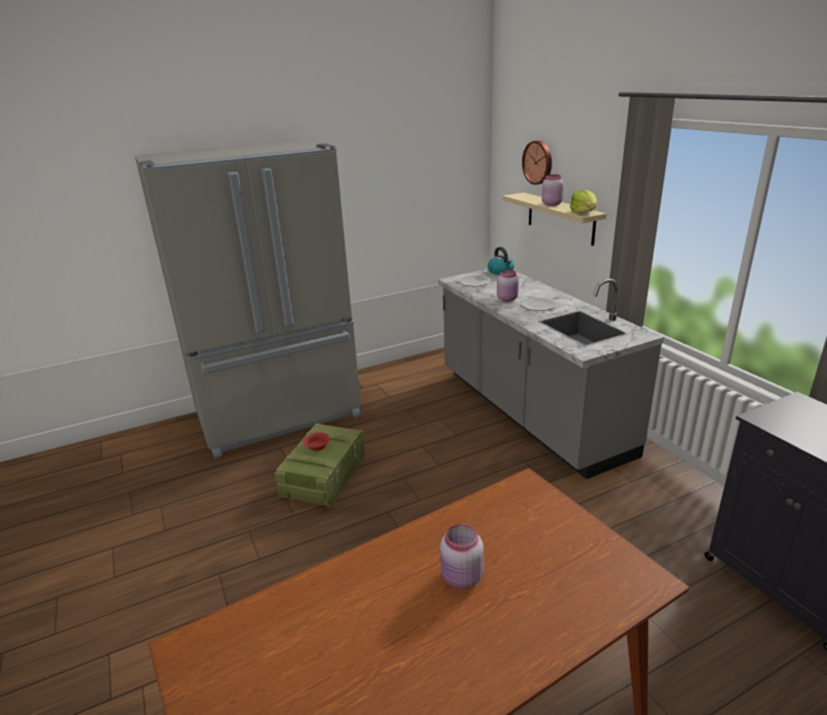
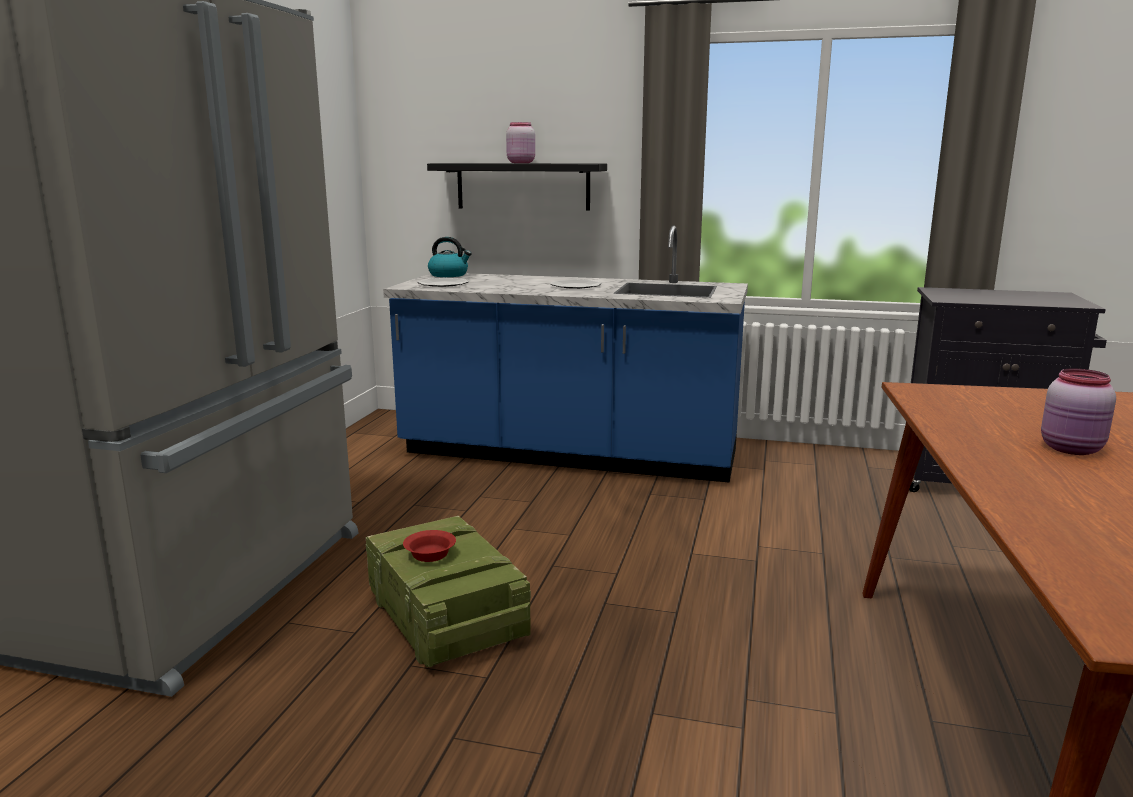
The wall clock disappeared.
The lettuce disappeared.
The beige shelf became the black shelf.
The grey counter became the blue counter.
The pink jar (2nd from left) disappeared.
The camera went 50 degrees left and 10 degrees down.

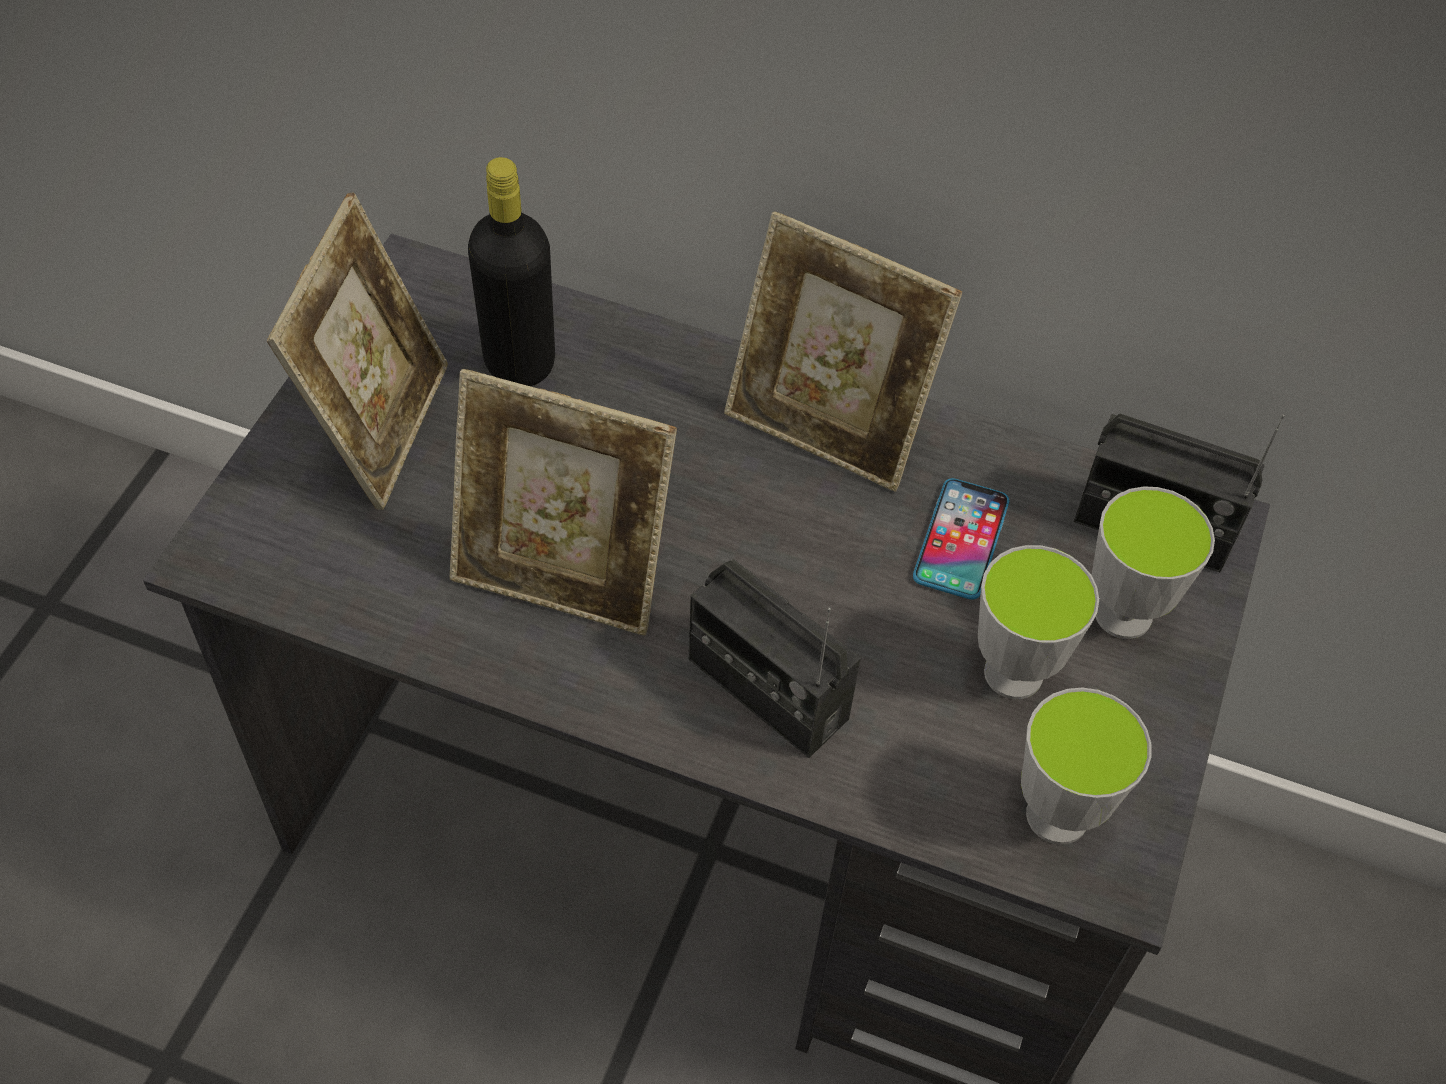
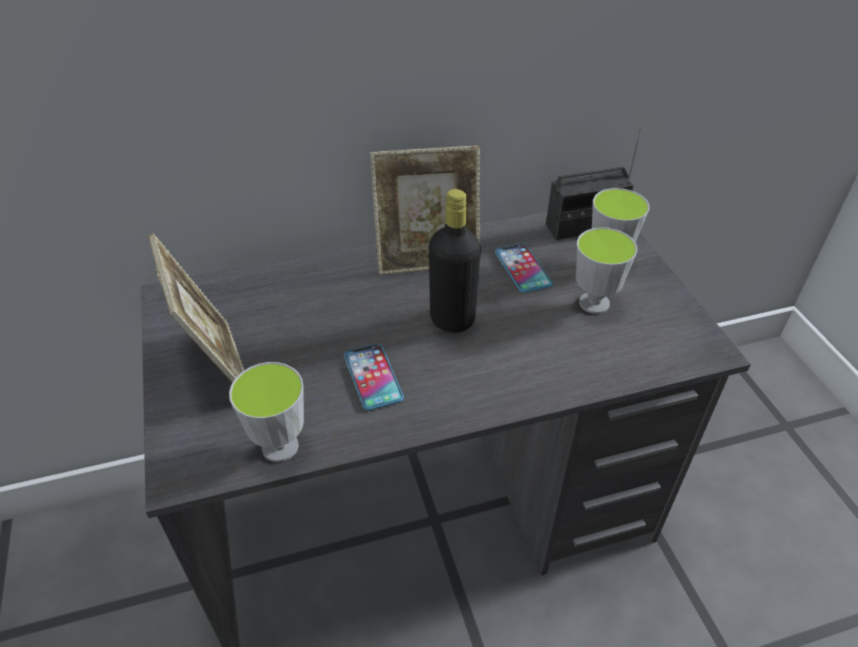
The black bottle moved.
The picture frame (2nd from left) was replaced by the phone (1st from left).
The radio (1st from left) disappeared.
The cup (2nd from left in the first image) moved.
The camera went 35 degrees left and 10 degrees down.

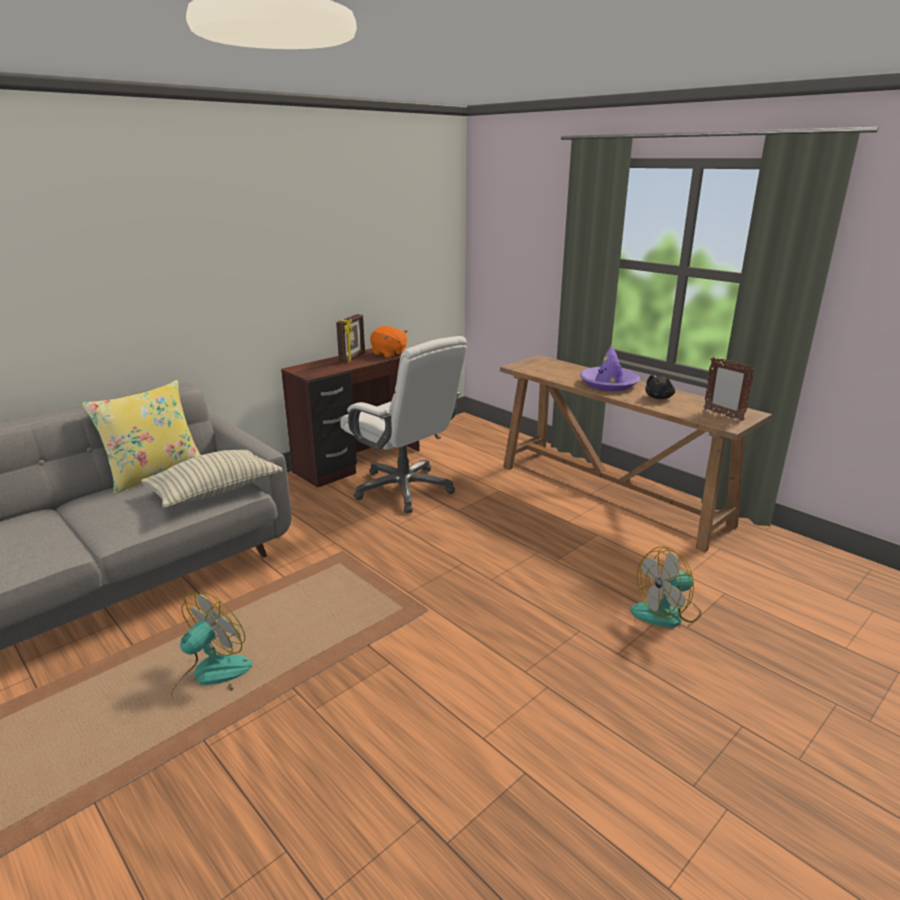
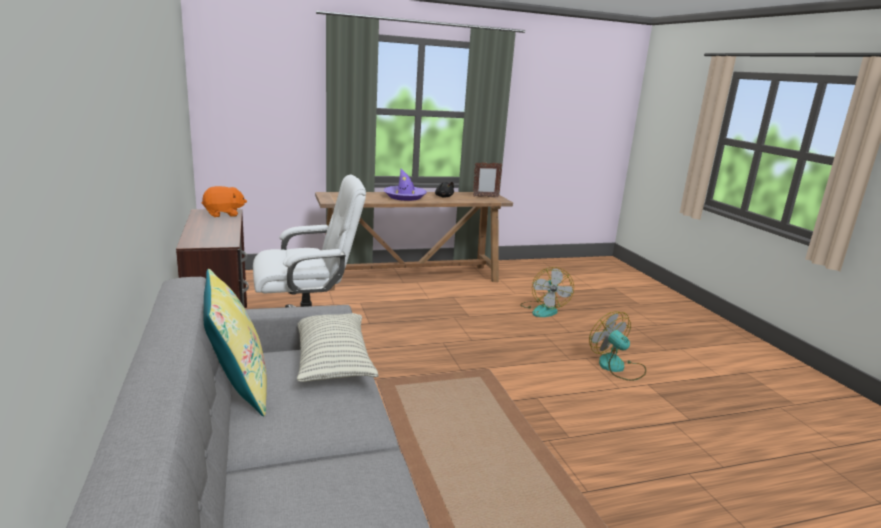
The picture frame (1st from left) disappeared.
The fan (1st from left in the first image) moved.
The camera went 65 degrees left and 5 degrees down.

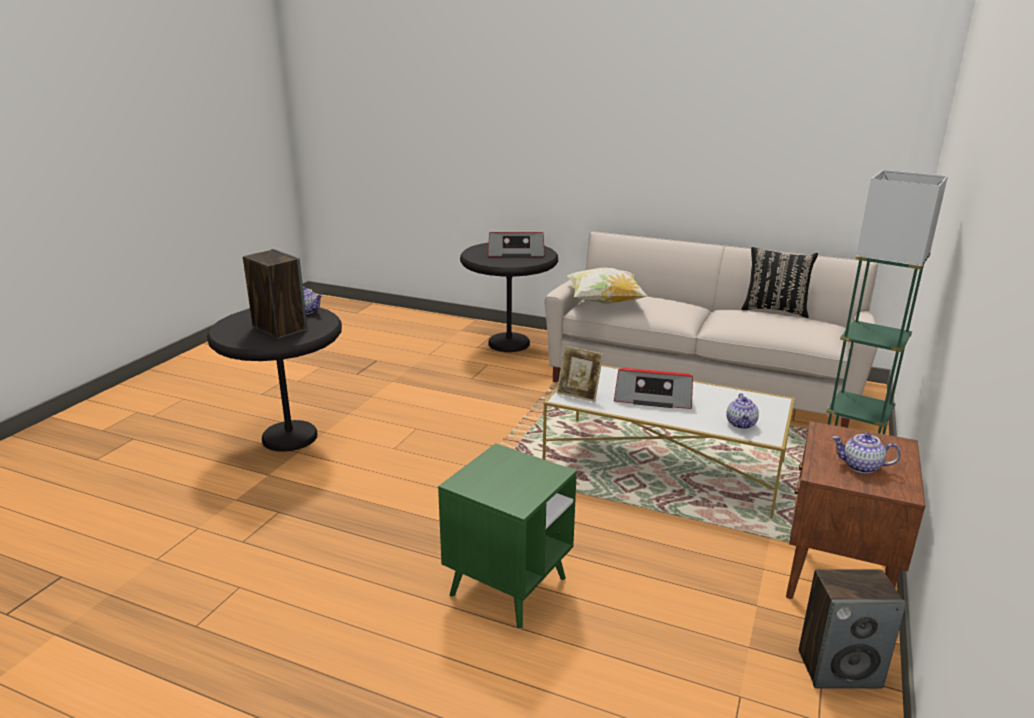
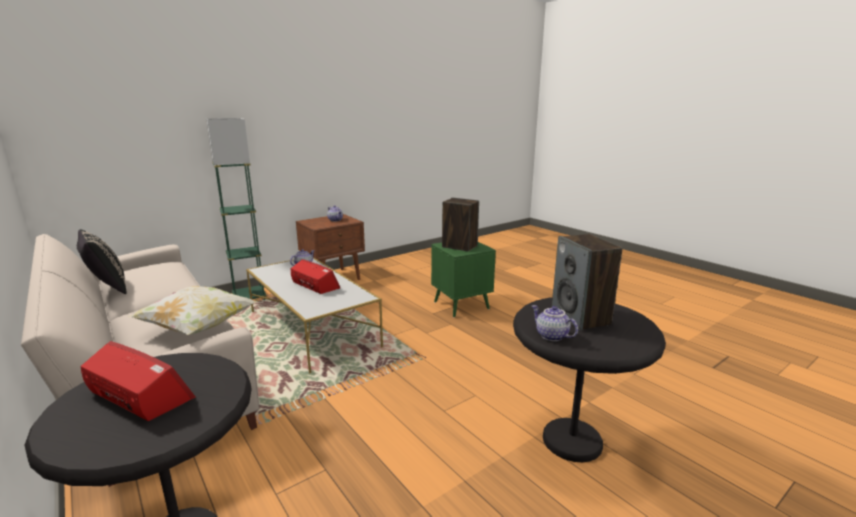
The picture frame disappeared.
The speaker (2nd from left in the first image) moved.
The camera went 150 degrees left and 5 degrees down.

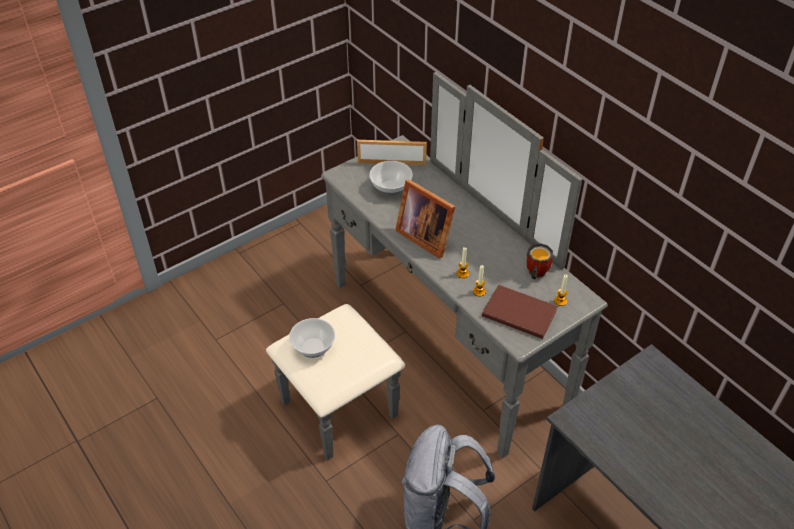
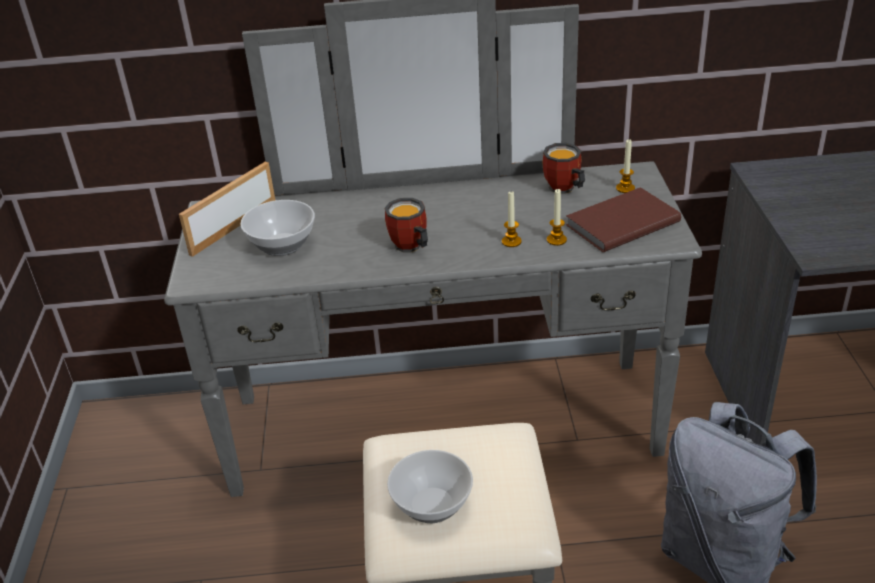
The picture frame (2nd from left) was replaced by the mug (1st from left).
The camera went 55 degrees left and 10 degrees down.

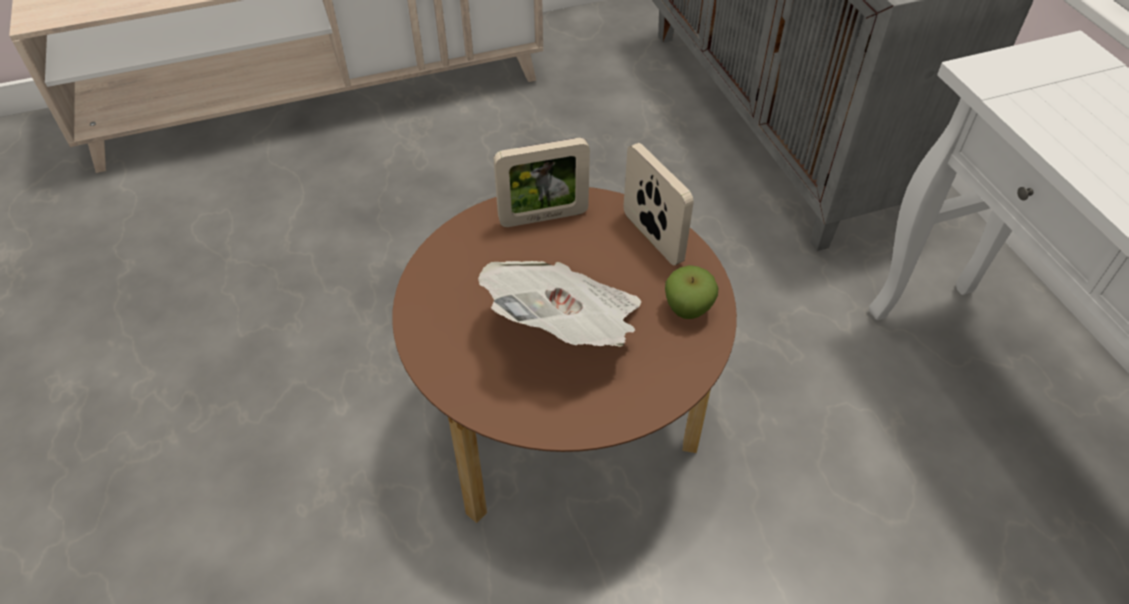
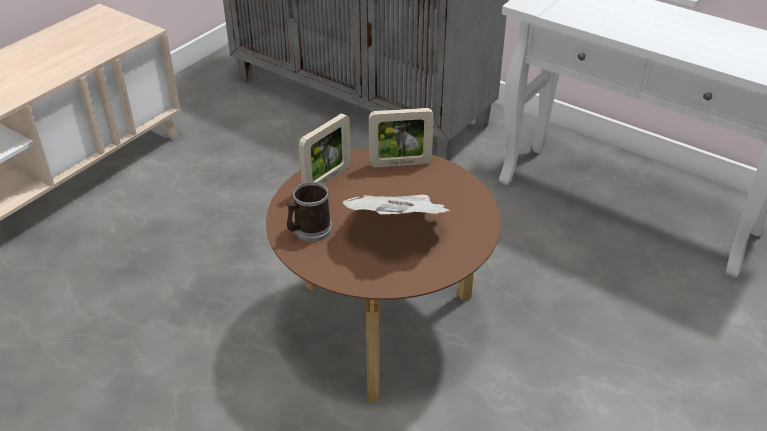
The picture frame (2nd from left) turned 150 degrees clockwise.
The apple disappeared.
The mug appeared.
The camera went 35 degrees left and 10 degrees down.

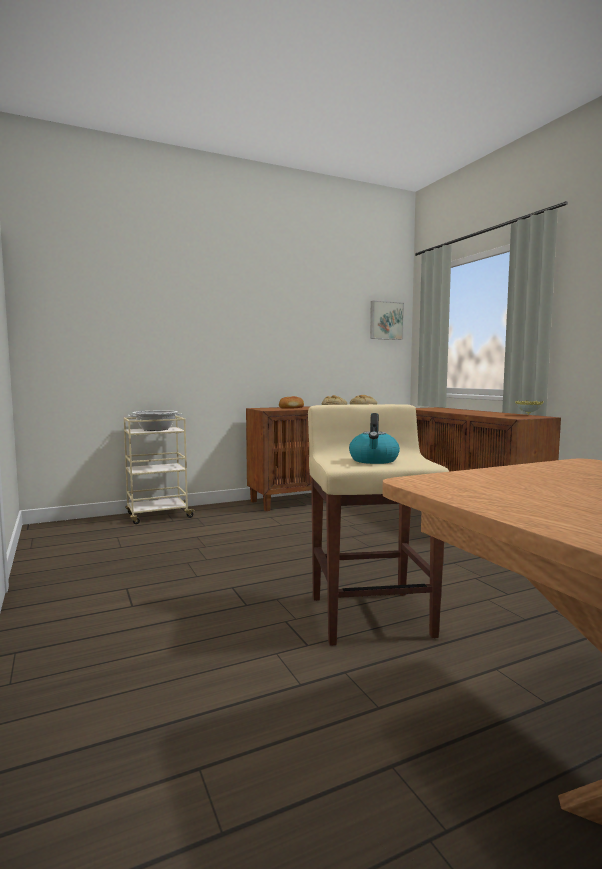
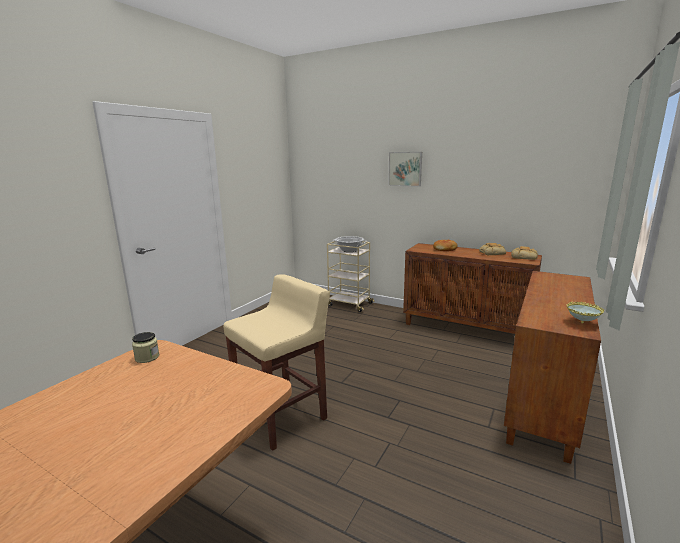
The picture moved.
The kettle disappeared.
The jar appeared.
The camera went 55 degrees right and 10 degrees up.

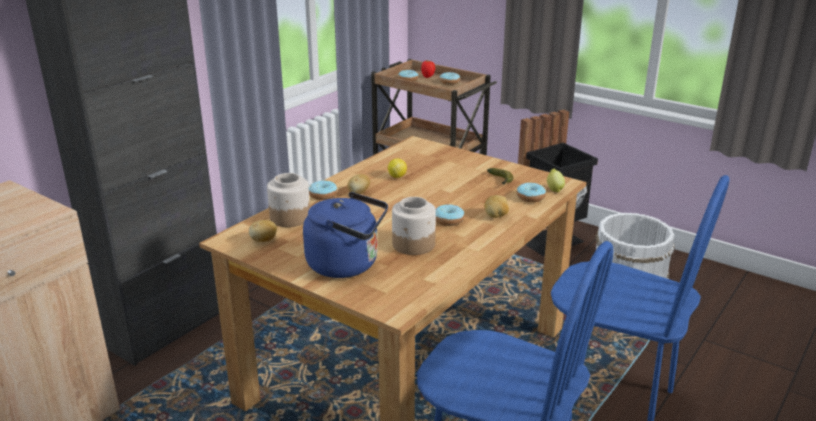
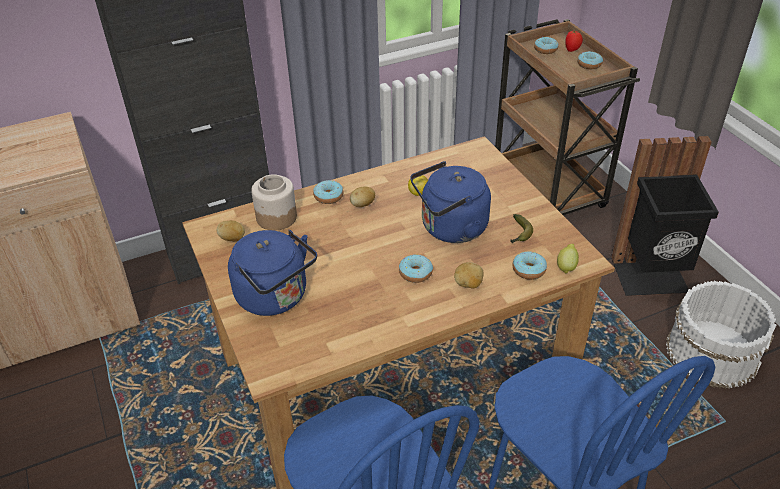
The jar (2nd from left) disappeared.
The blue kettle (2nd from left) appeared.
The camera went 30 degrees right and 15 degrees up.

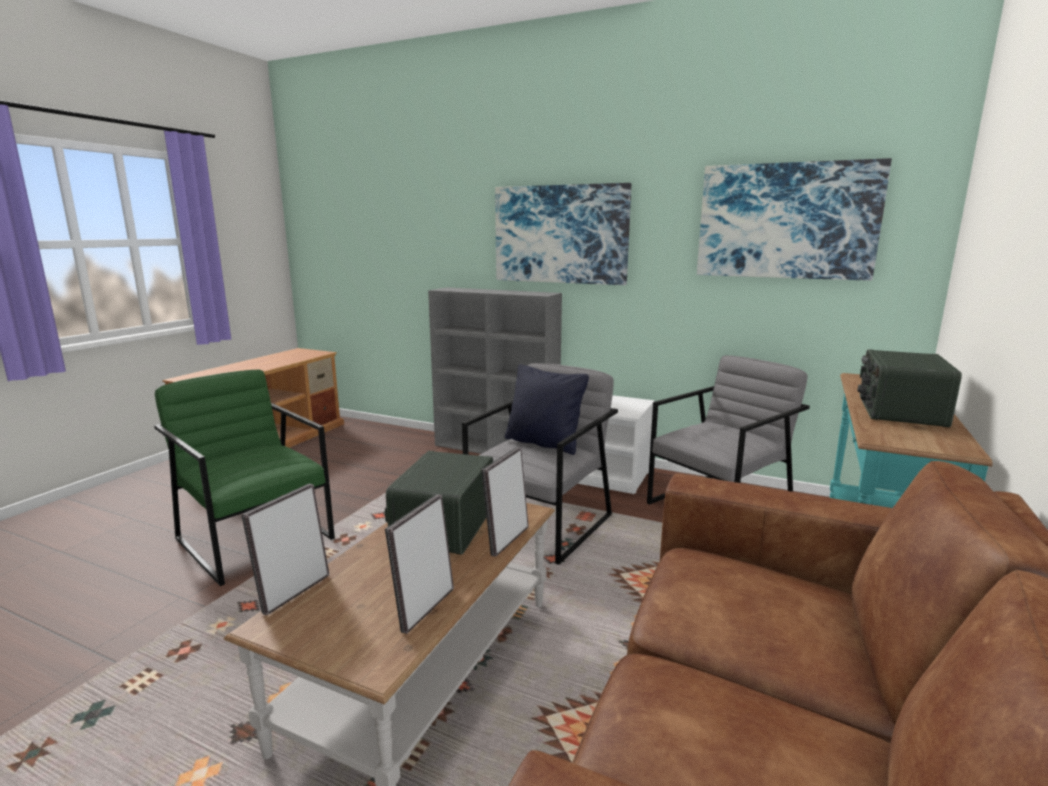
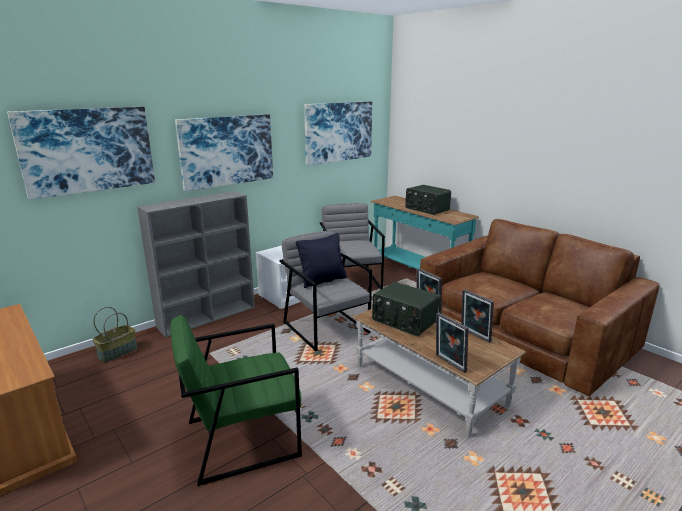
The picture (1st from left) appeared.
The basket appeared.
The camera went 65 degrees left and 5 degrees up.

